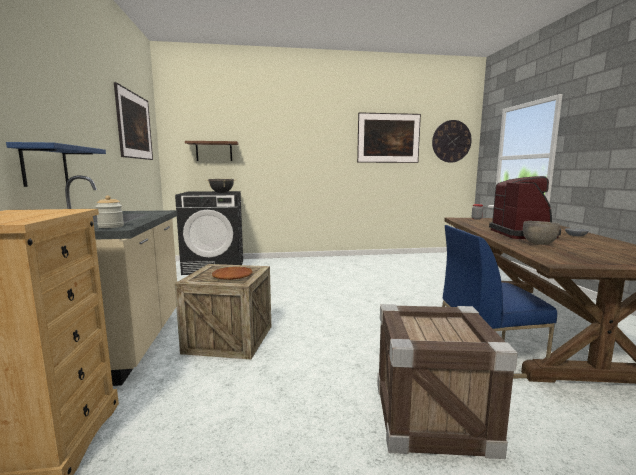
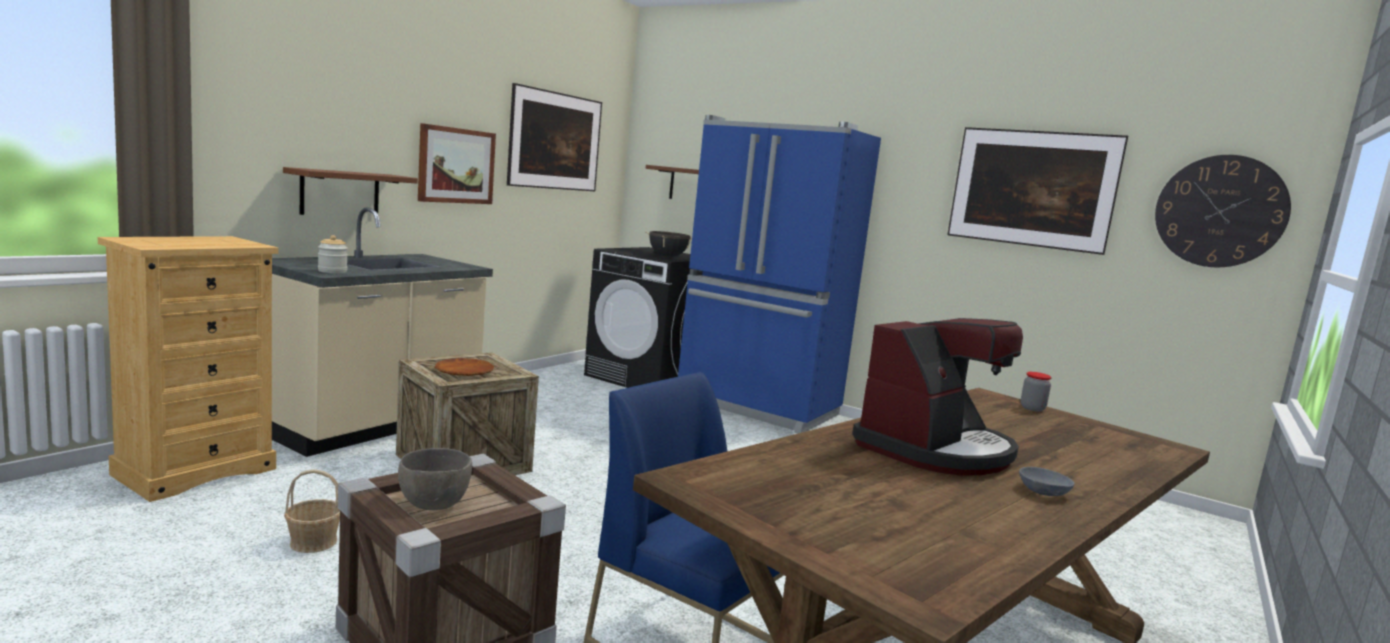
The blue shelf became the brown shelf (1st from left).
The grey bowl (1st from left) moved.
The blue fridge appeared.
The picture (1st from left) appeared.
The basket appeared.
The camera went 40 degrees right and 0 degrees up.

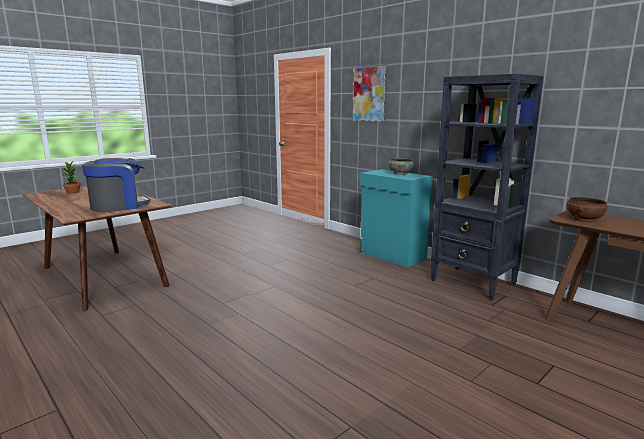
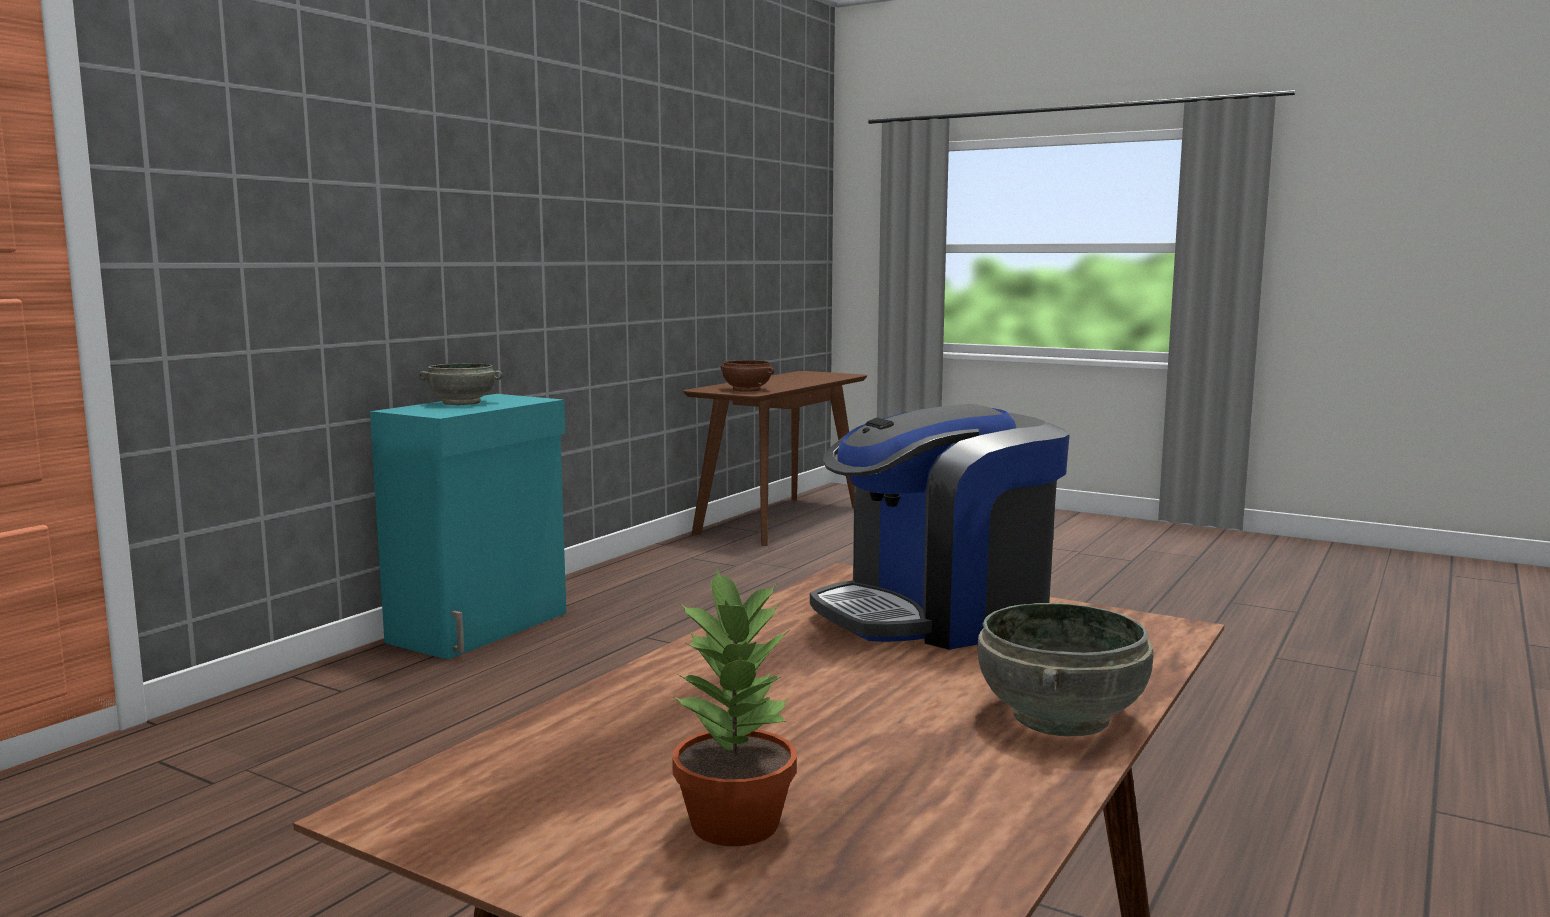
The picture disappeared.
The black bookcase disappeared.
The coffee machine turned 60 degrees counterclockwise.
The grey bowl (2nd from left) appeared.
The camera went 105 degrees left and 5 degrees down.

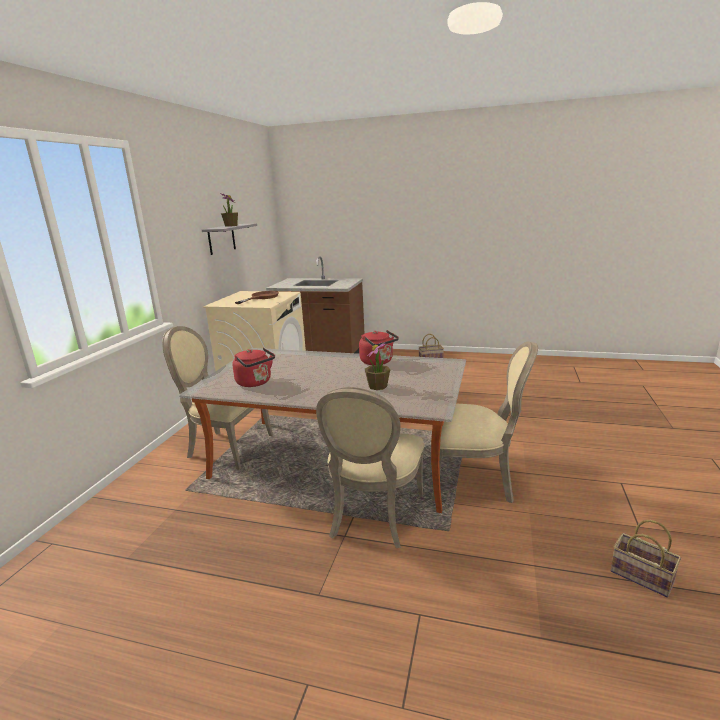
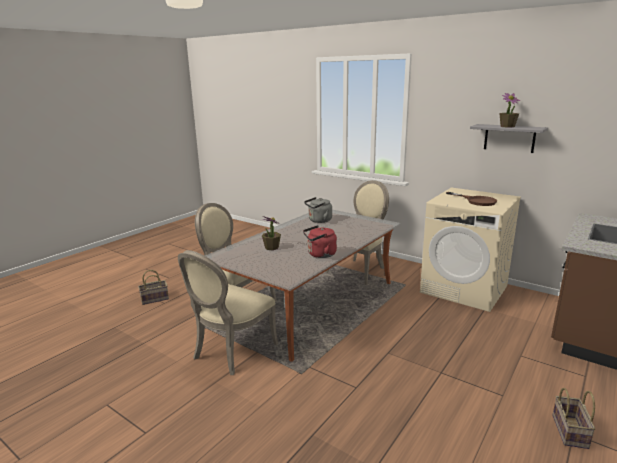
The red kettle (1st from left) became the grey kettle.
The basket (2nd from left in the first image) moved.
The camera went 110 degrees right and 0 degrees up.

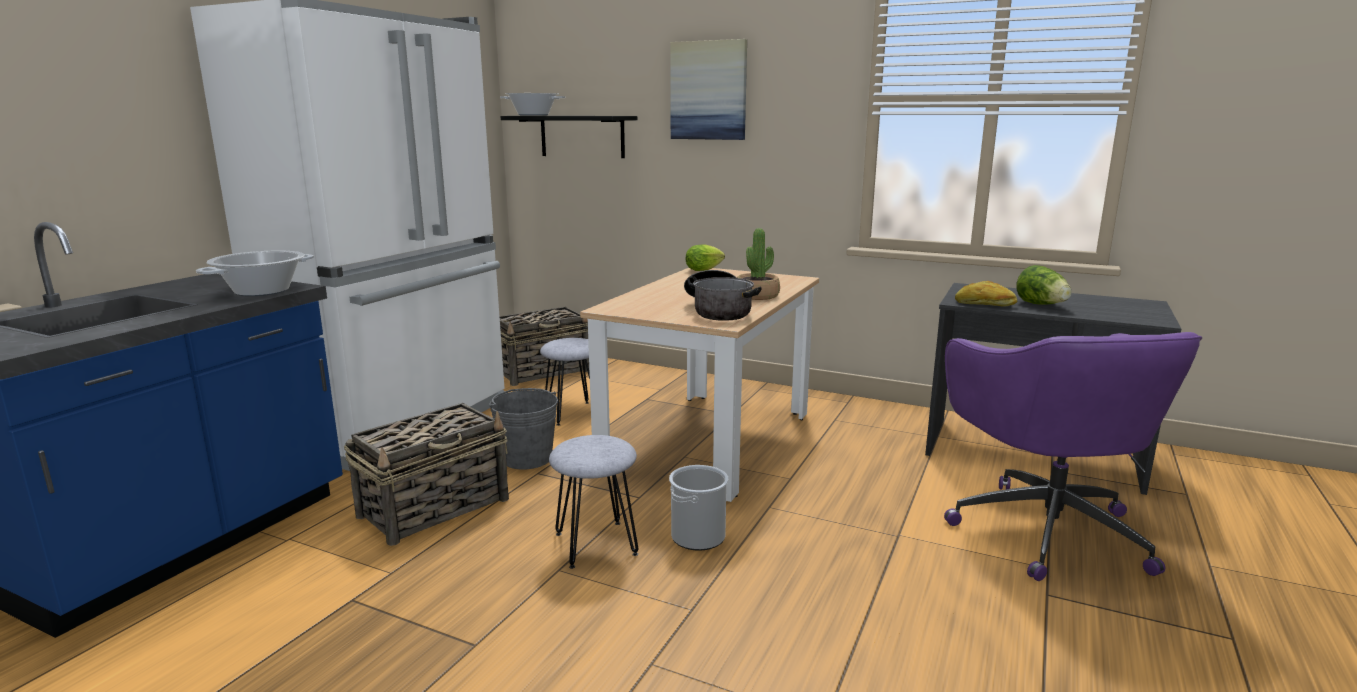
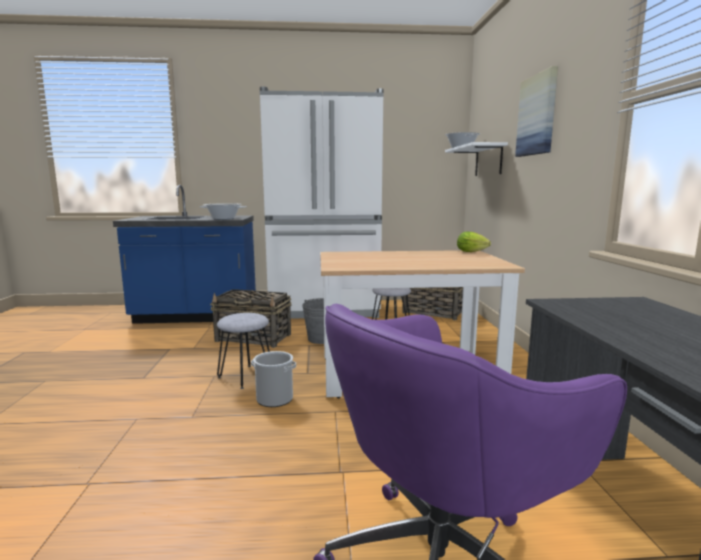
The black shelf became the white shelf.
The potted plant disappeared.
The lettuce (2nd from left) disappeared.
The cooking pot (3rd from left) disappeared.
The bread disappeared.
The camera went 60 degrees right and 5 degrees down.

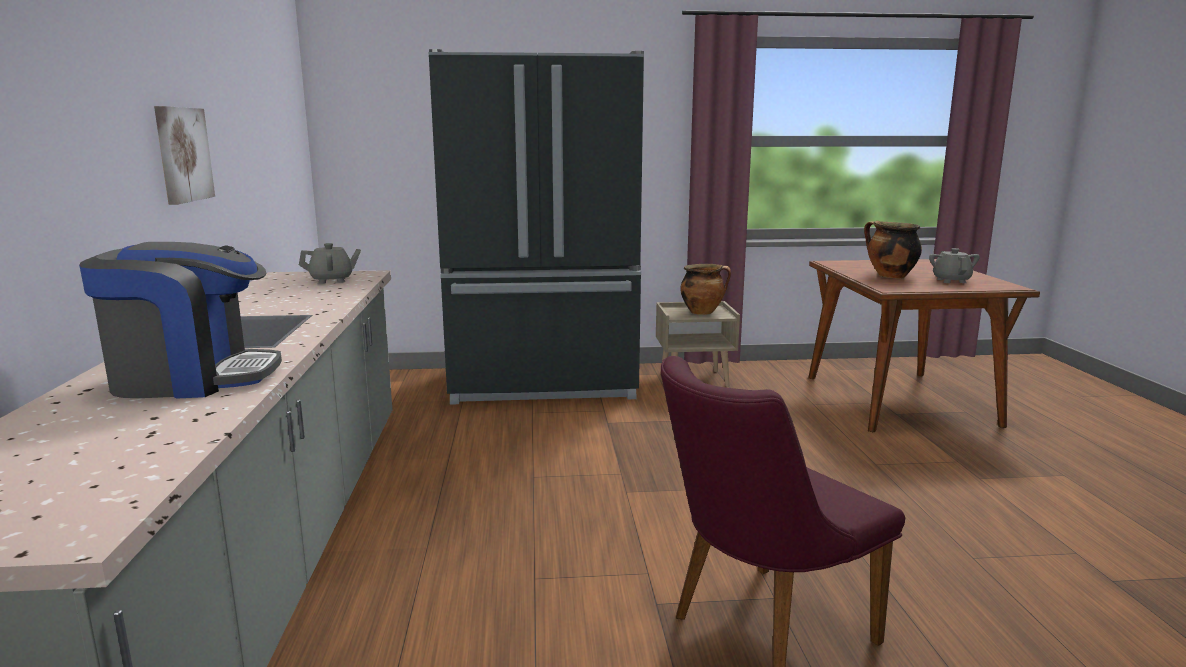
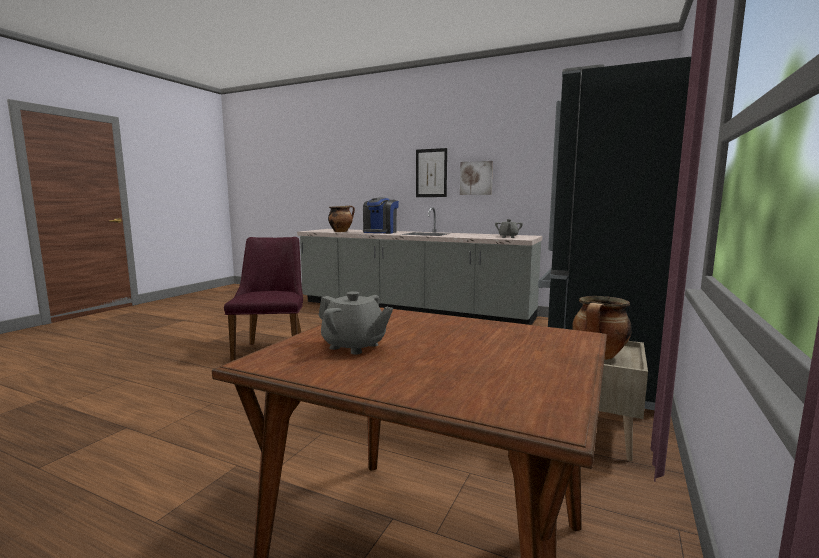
The cooking pot (2nd from left in the first image) moved.
The picture (1st from left) appeared.
The camera went 120 degrees right and 5 degrees down.

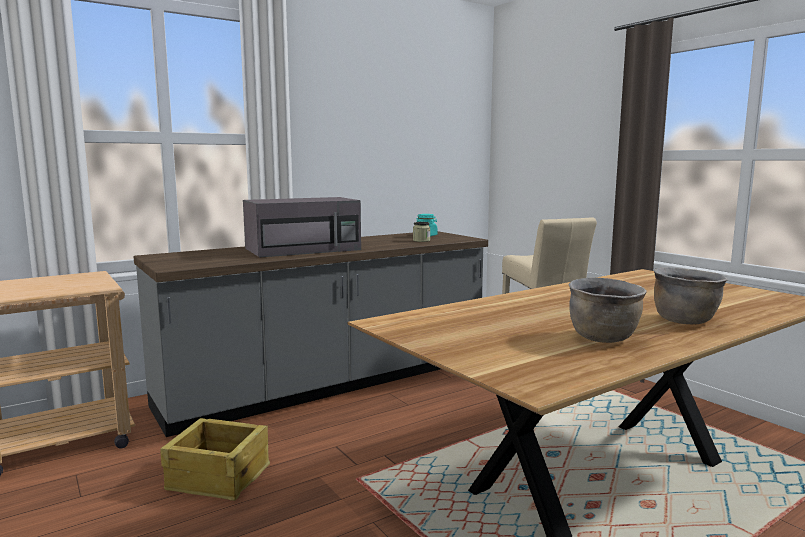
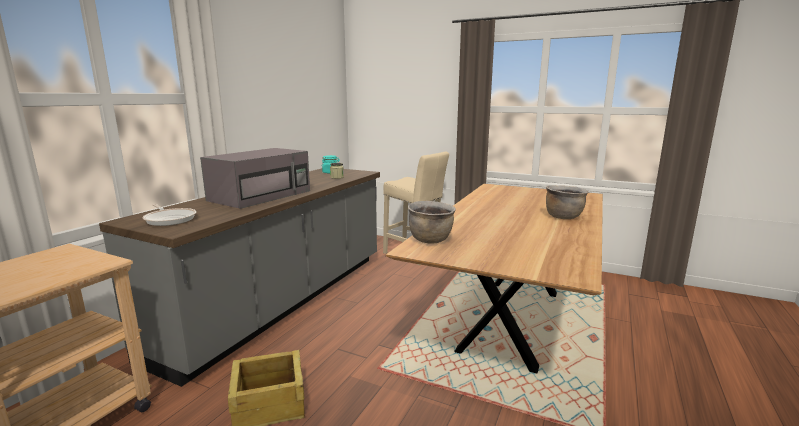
The brown cooking pot (1st from left) moved.
The frying pan appeared.
The camera went 30 degrees left and 5 degrees up.

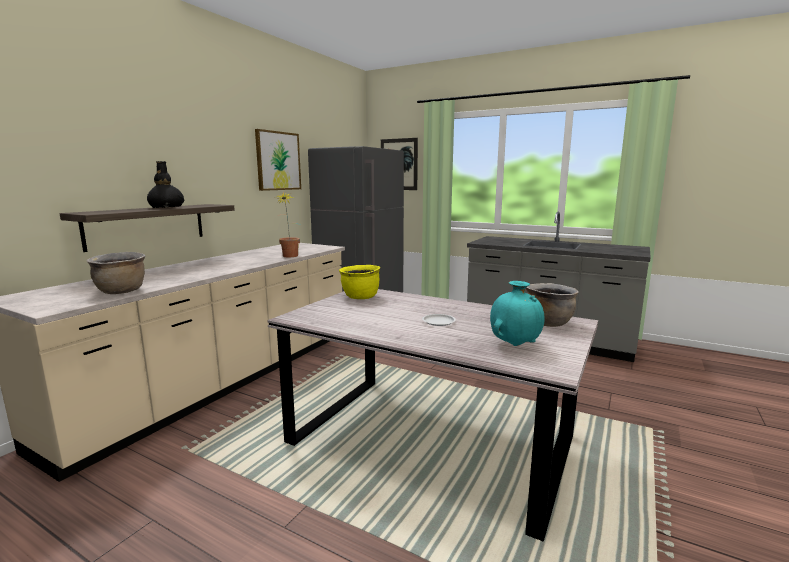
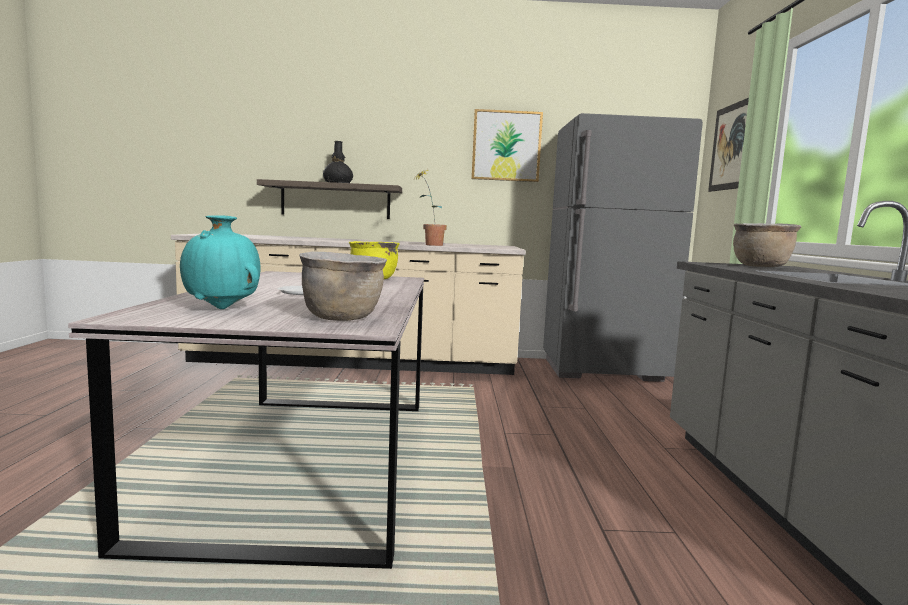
The brown cooking pot (1st from left in the first image) moved.
The camera went 60 degrees right and 5 degrees down.

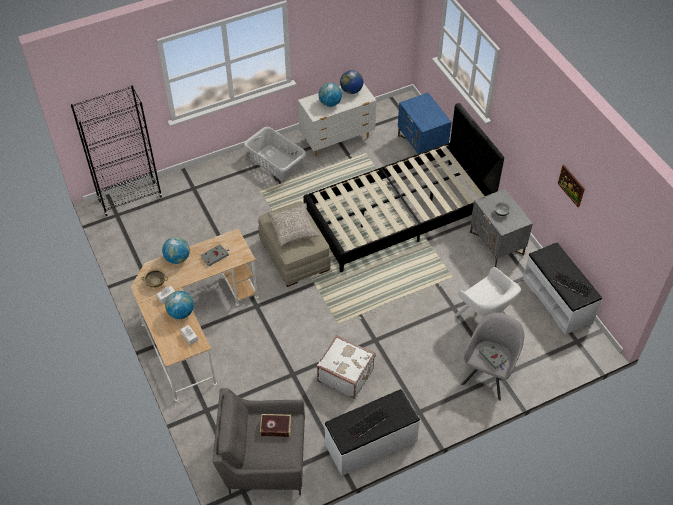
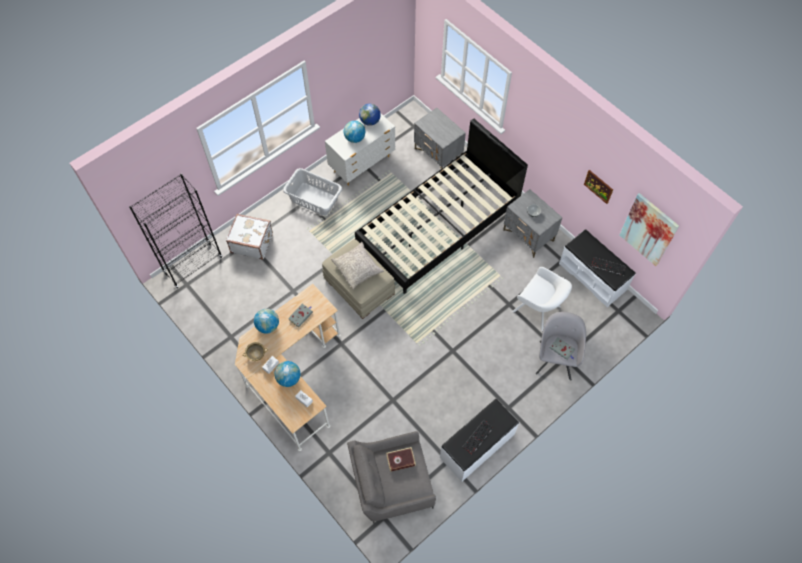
The blue nightstand became the grey nightstand (1st from left).
The white suitcase moved.
The picture (2nd from left) appeared.
The camera went 15 degrees left and 10 degrees up.

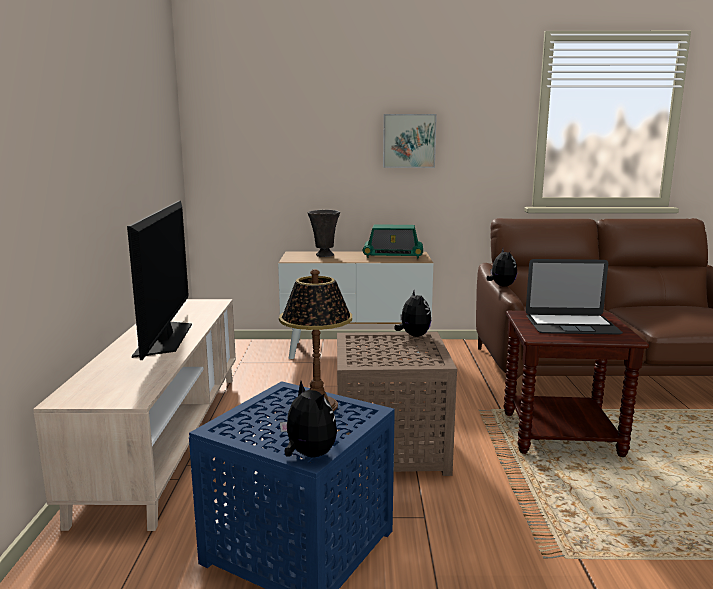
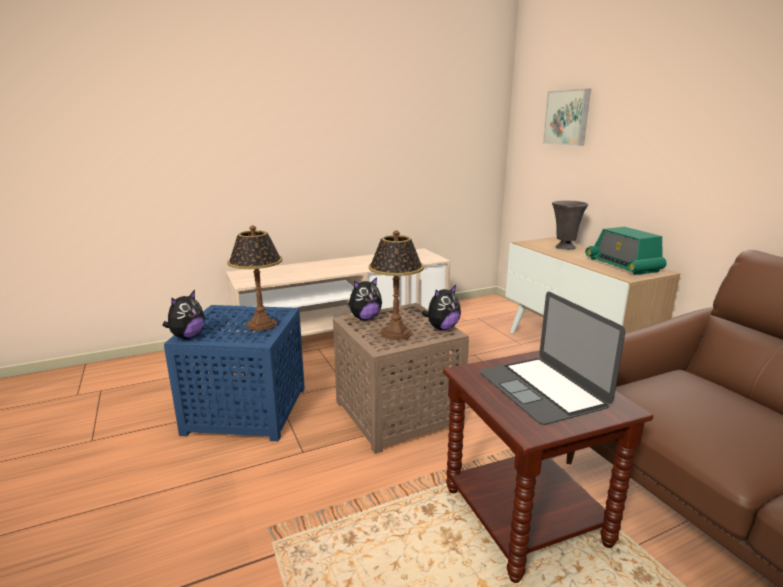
The picture moved.
The television disappeared.
The plush toy (3rd from left in the first image) moved.
The table lamp (2nd from left) appeared.
The camera went 65 degrees right and 5 degrees up.

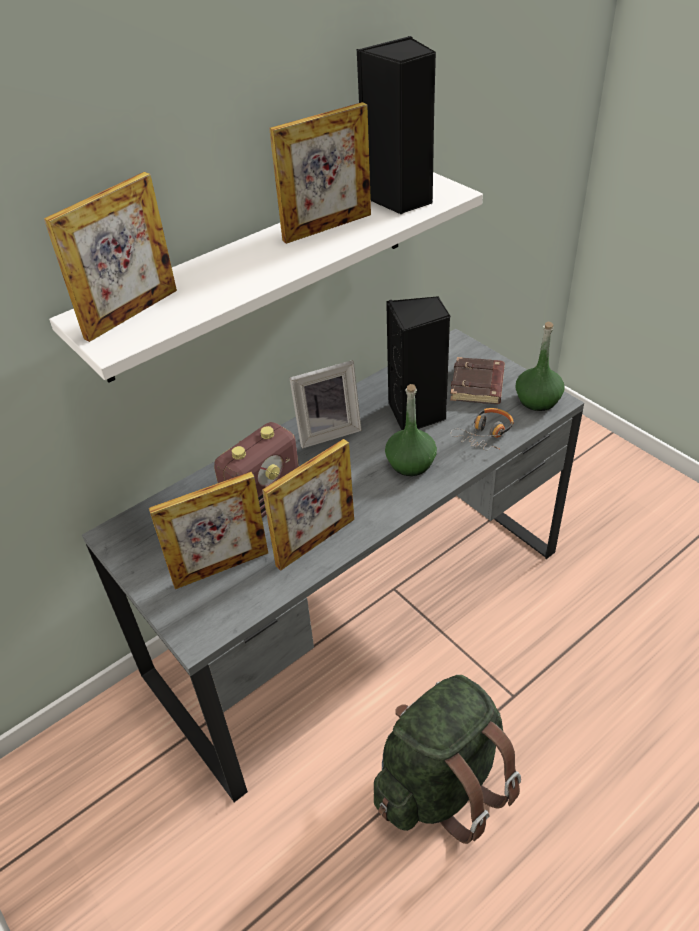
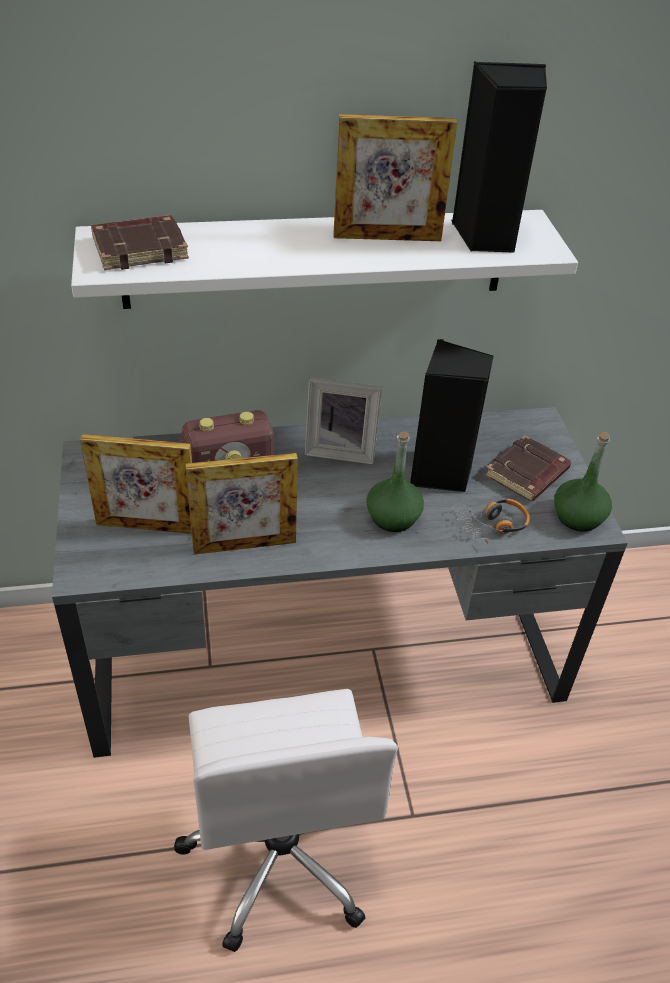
The picture frame (1st from left) was replaced by the brown book (1st from left).
The green backpack was replaced by the white office chair.
The camera went 25 degrees right and 0 degrees up.

